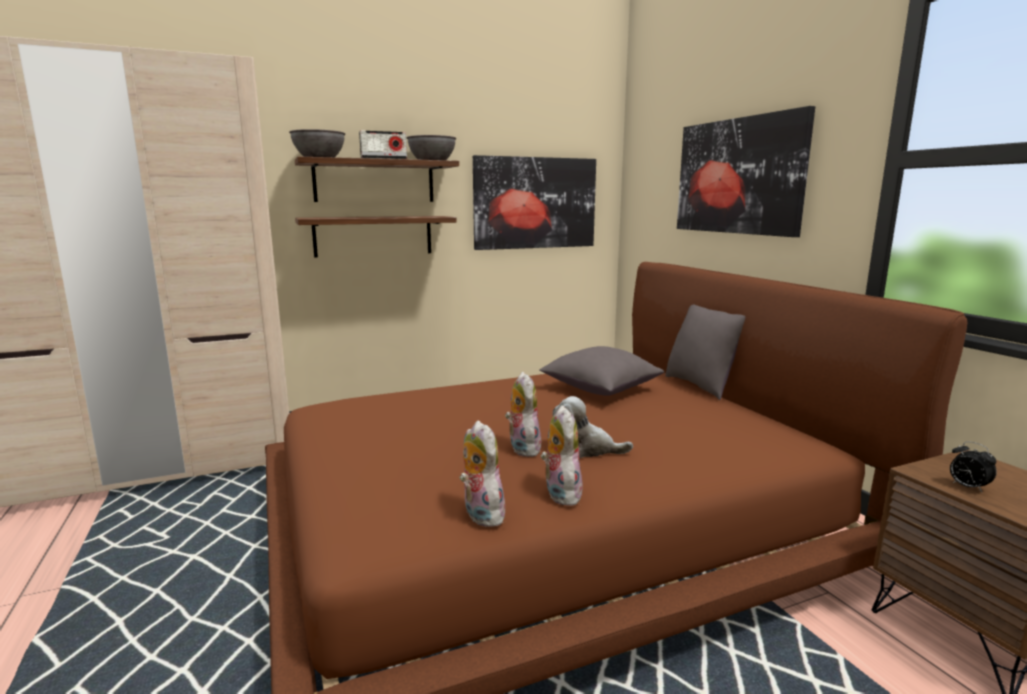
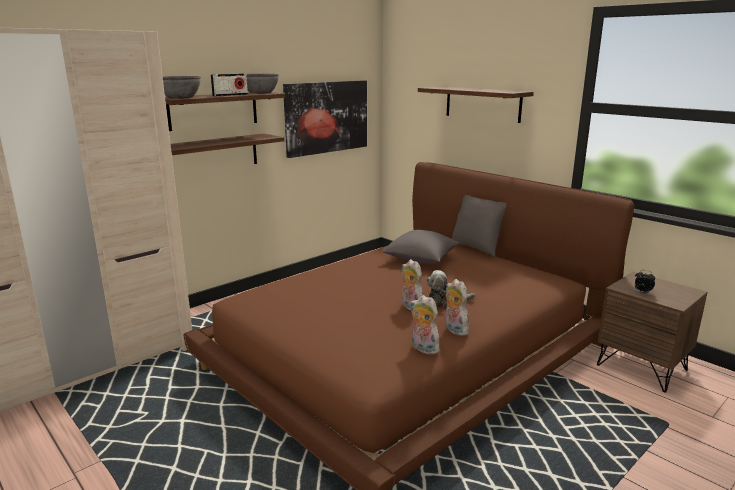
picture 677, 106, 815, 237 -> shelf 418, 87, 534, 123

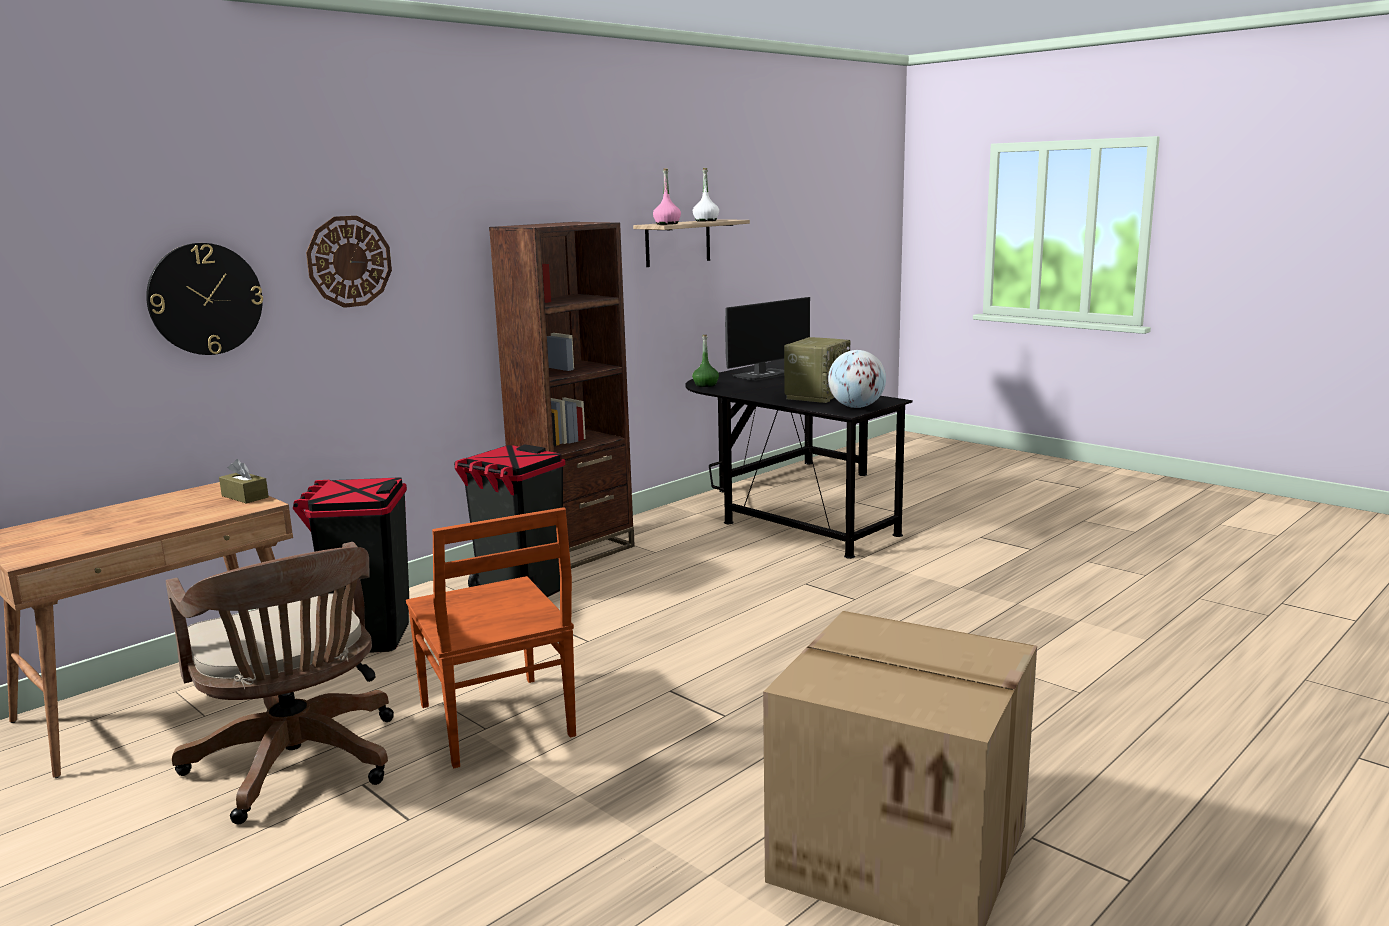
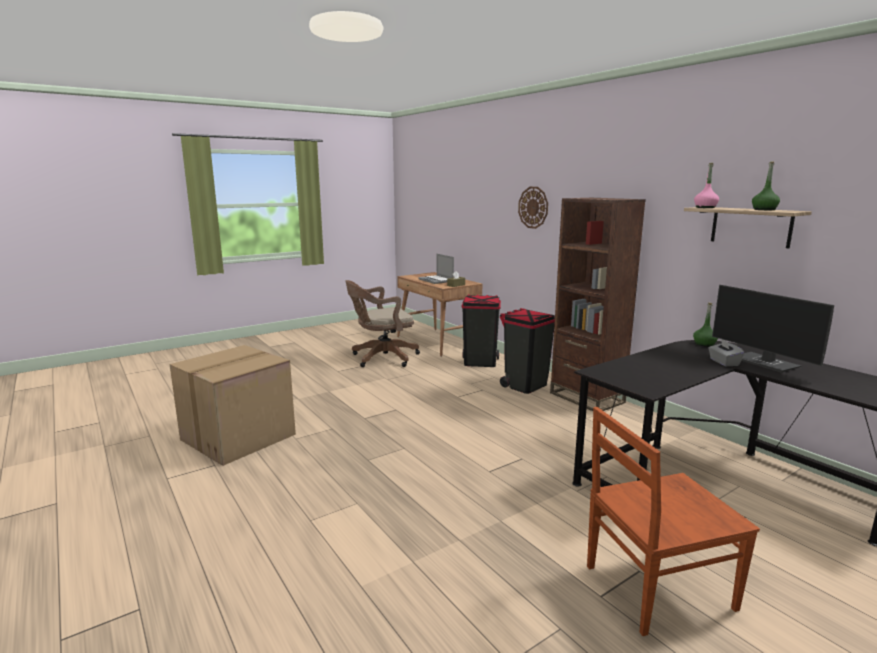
wall clock 146, 243, 263, 355 -> none
brown chair 406, 507, 576, 768 -> brown chair 587, 407, 760, 636, shifted
white bottle 693, 168, 719, 221 -> green bottle 752, 161, 780, 210
radio 784, 337, 850, 403 -> none
globe 828, 350, 886, 408 -> none
none -> laptop 418, 254, 454, 284
none -> grey tissue box 708, 339, 744, 366

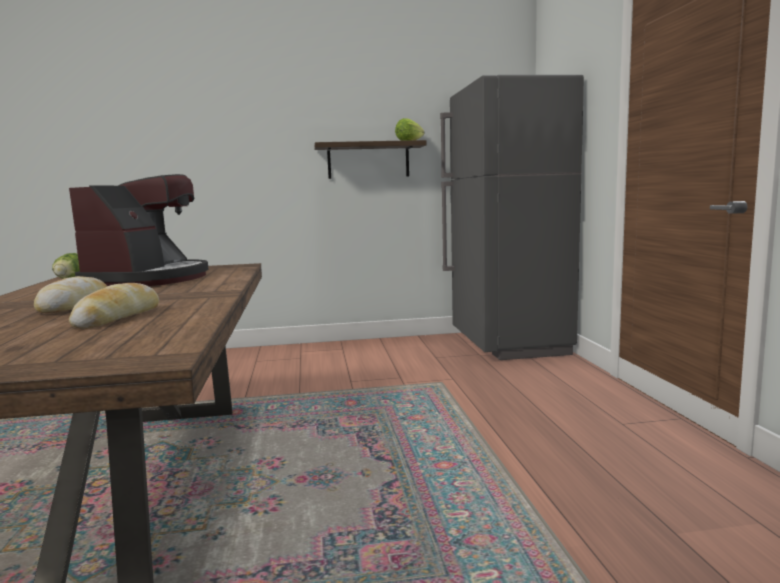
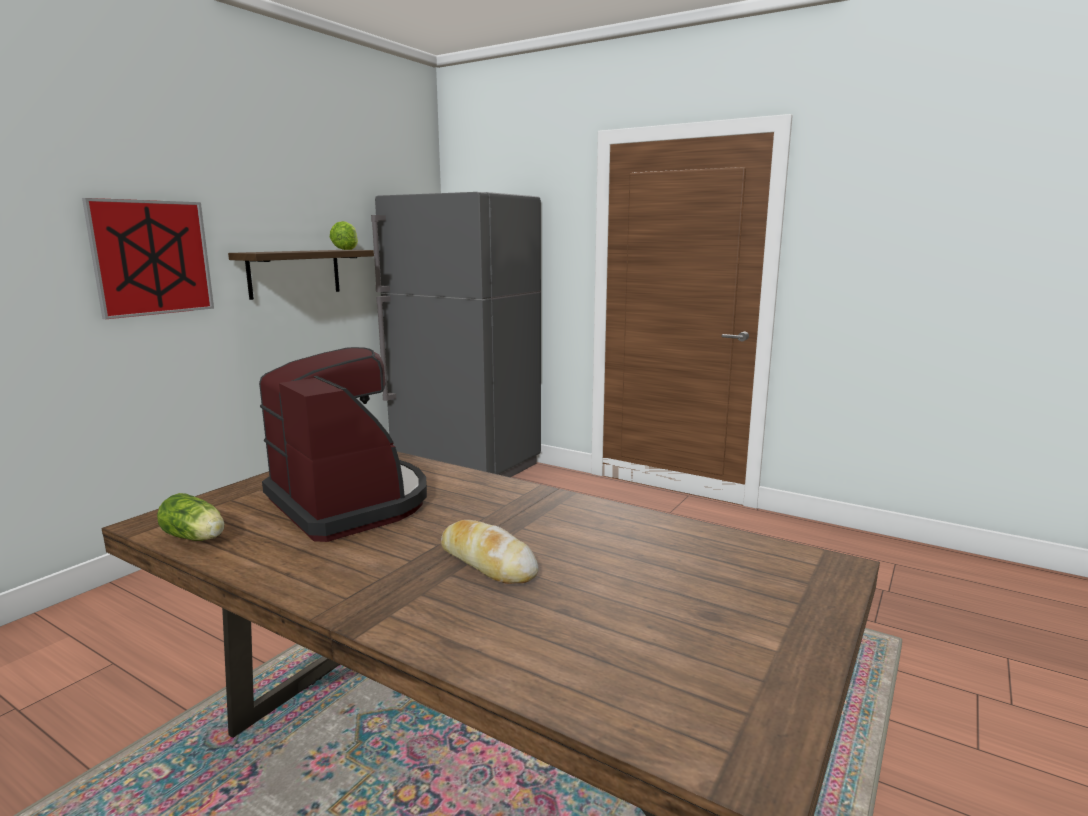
bread 69, 283, 159, 329 -> none
none -> picture 82, 198, 214, 319

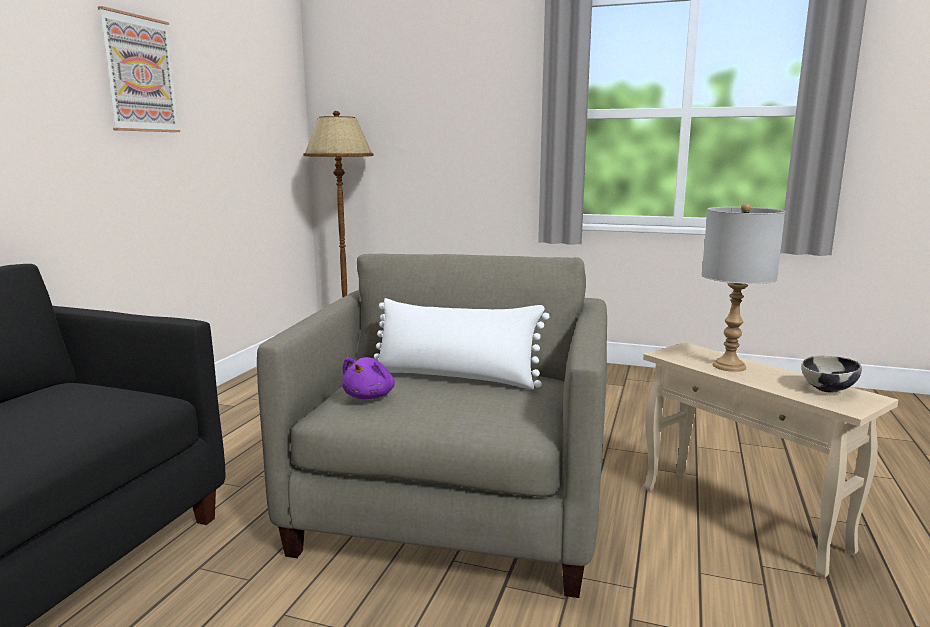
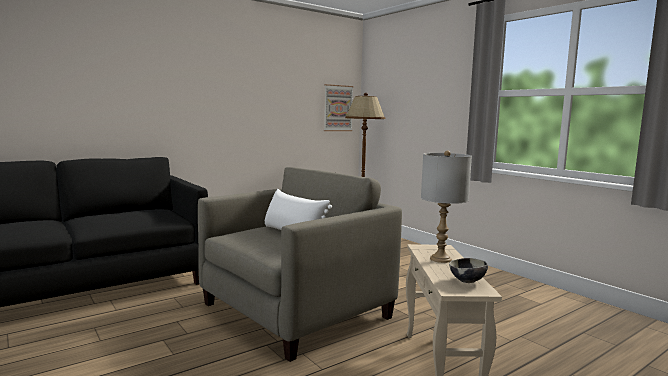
picture 98, 6, 180, 132 -> picture 324, 84, 354, 131, shifted
purple plush toy 342, 357, 395, 399 -> none

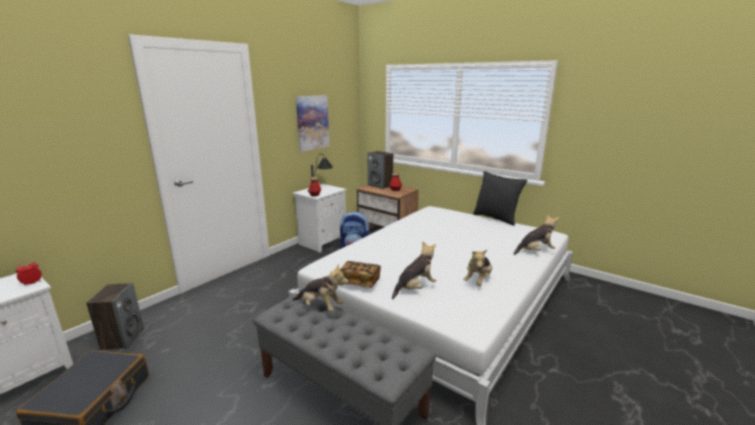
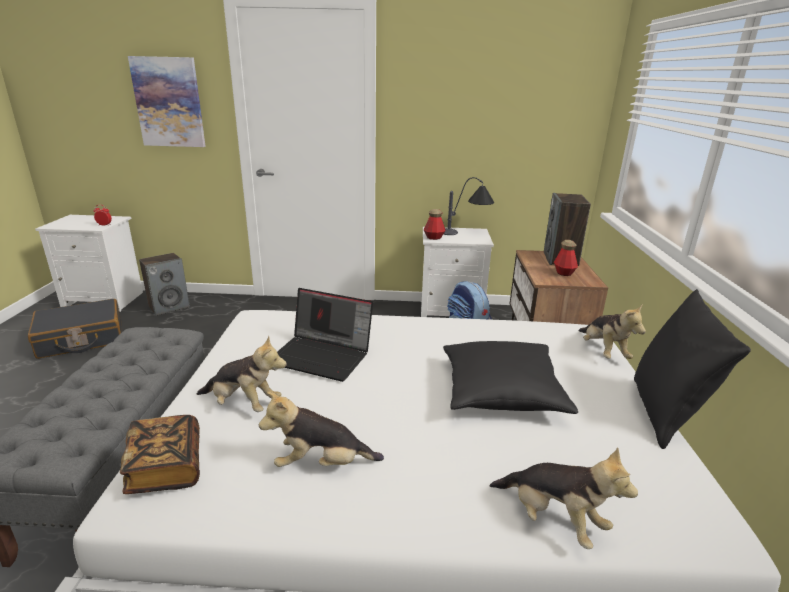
plush toy 292, 264, 349, 311 -> plush toy 578, 305, 646, 359, shifted
picture 296, 95, 329, 152 -> picture 128, 56, 206, 147, shifted
book 340, 261, 381, 288 -> book 120, 415, 200, 494, shifted
none -> laptop 277, 288, 373, 382
none -> black pillow 443, 341, 578, 414

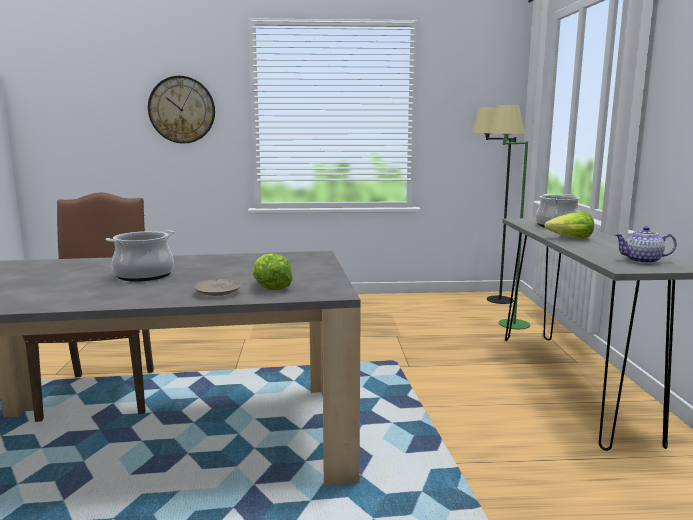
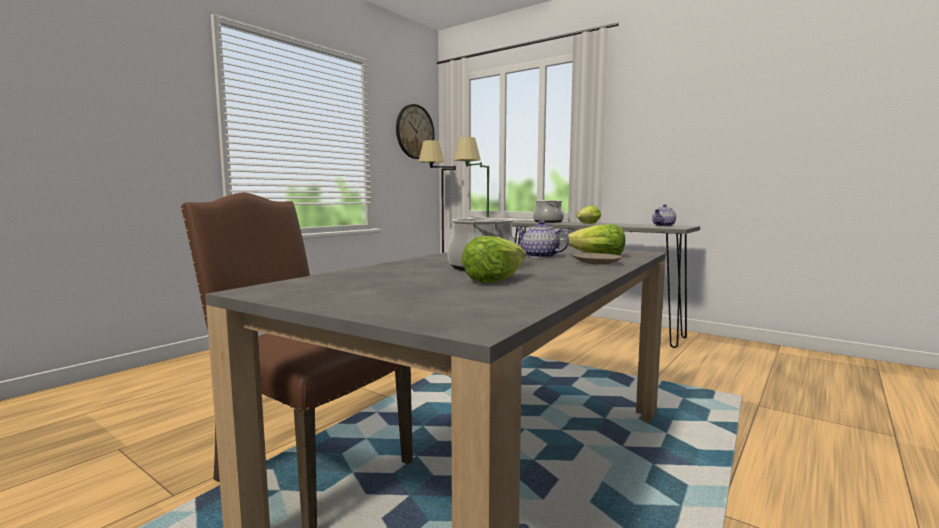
wall clock 148, 76, 215, 144 -> wall clock 396, 104, 435, 159, shifted
none -> lettuce 461, 236, 526, 283
none -> teapot 516, 221, 569, 258

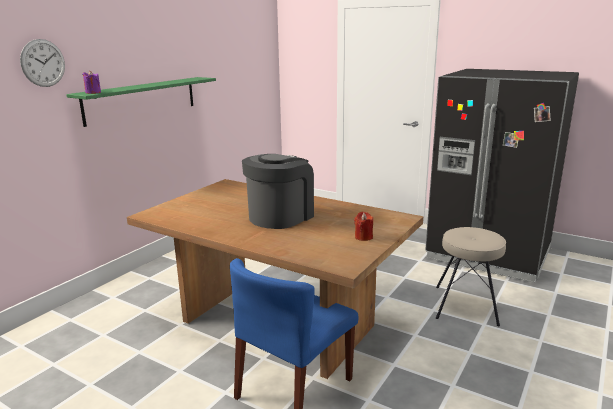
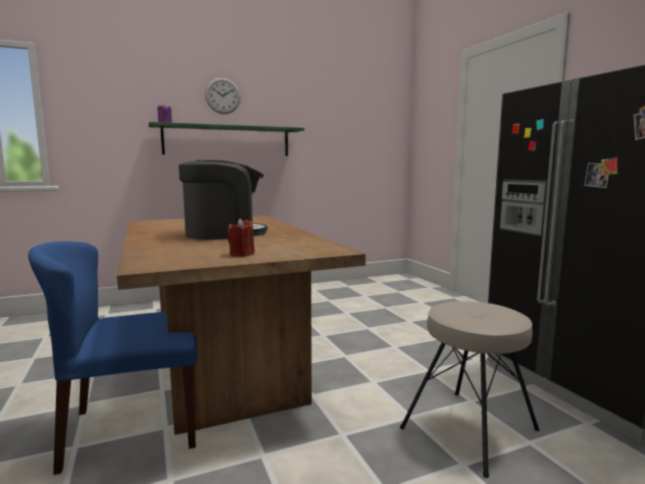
wall clock 20, 39, 65, 87 -> wall clock 205, 78, 241, 114, shifted

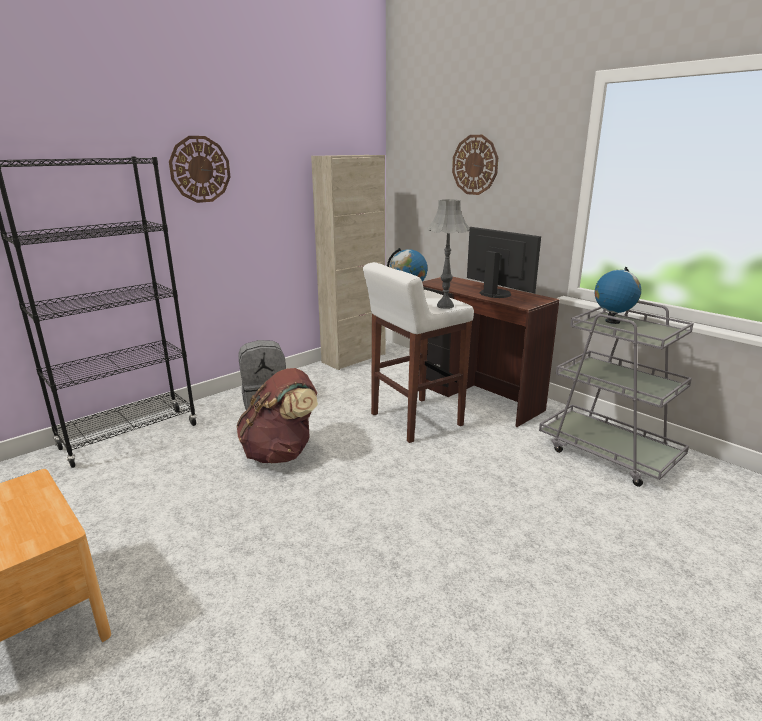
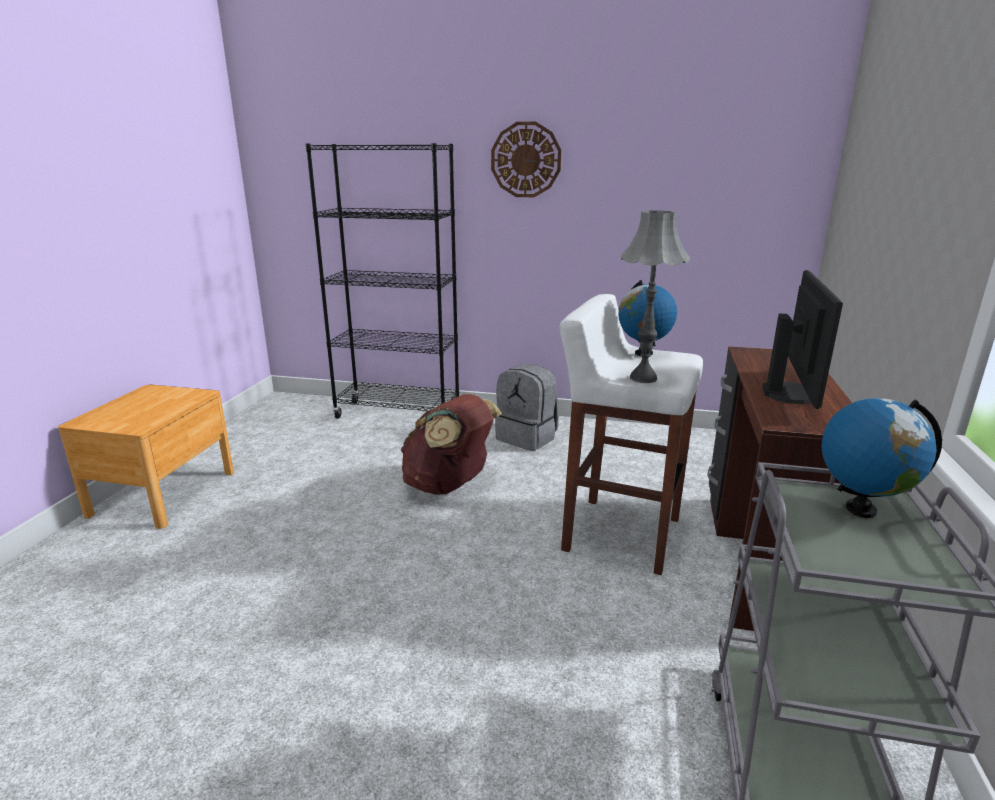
beige cabinet 311, 155, 385, 370 -> none
wall clock 452, 135, 498, 195 -> none

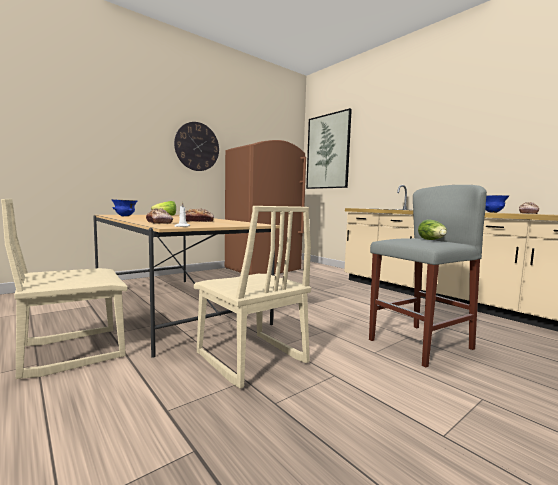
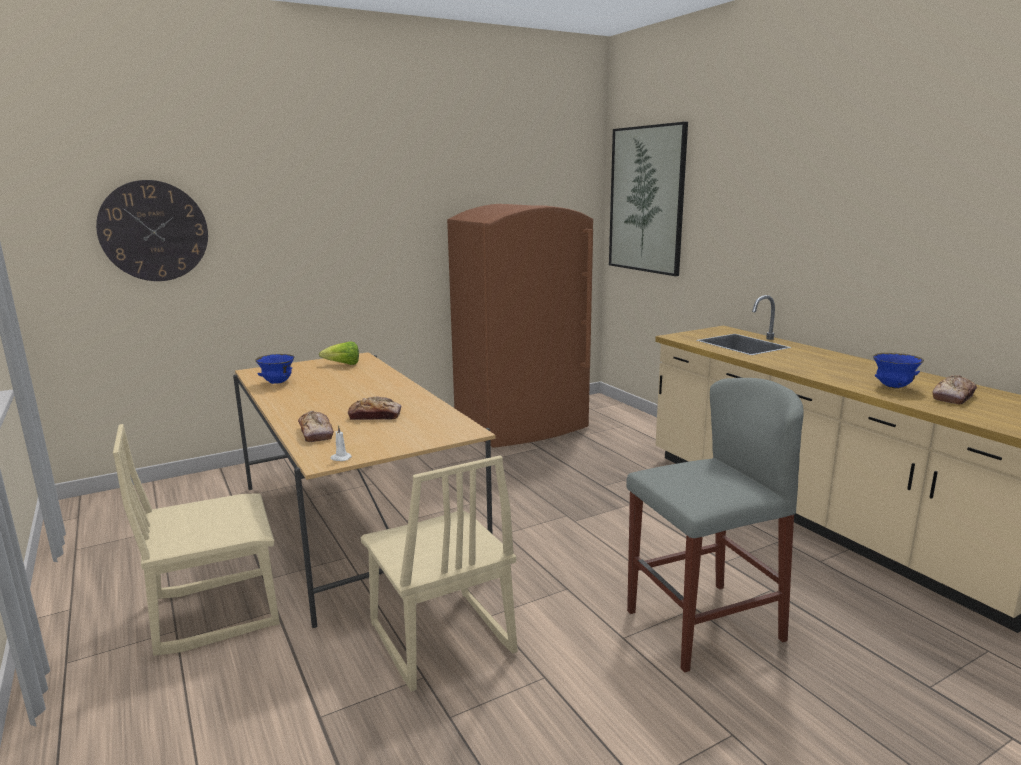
wall clock 174, 122, 219, 171 -> wall clock 96, 180, 208, 281, shifted
lettuce 418, 219, 447, 240 -> none

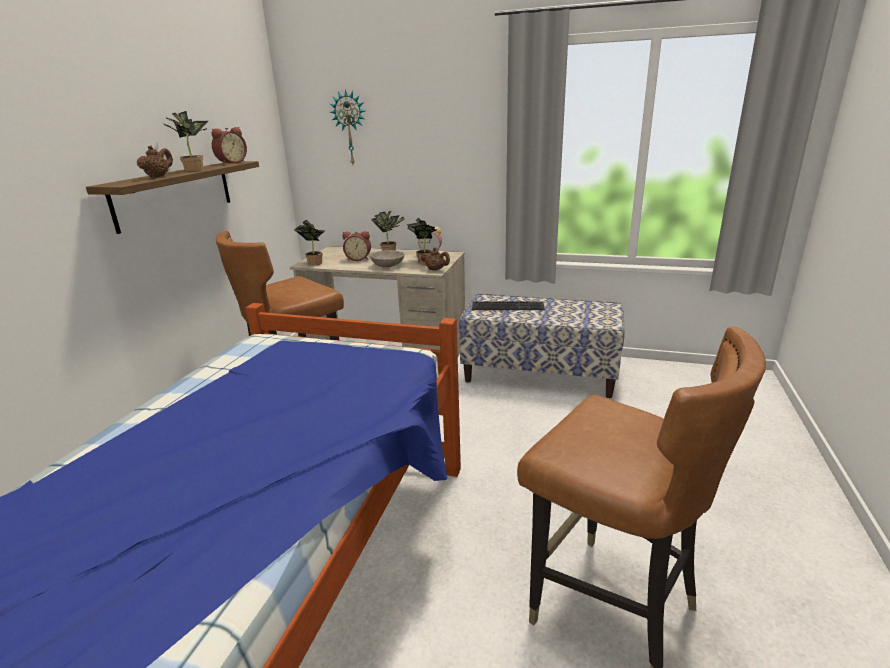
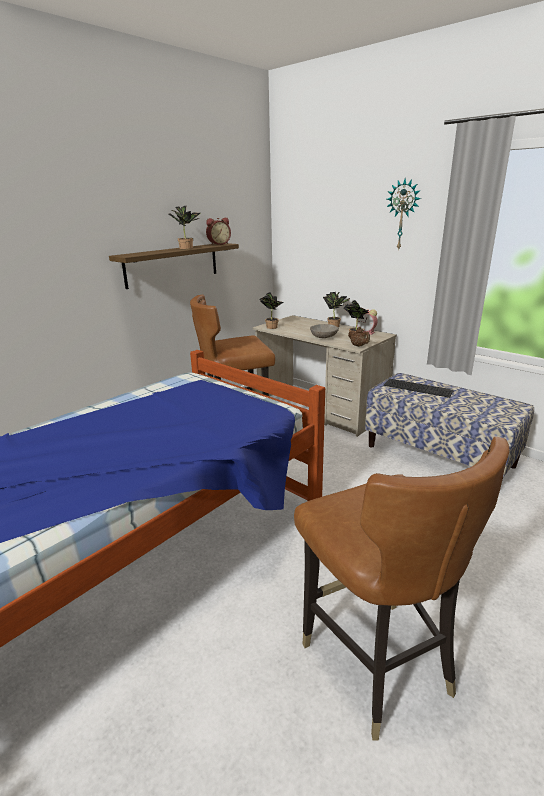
brown teapot 137, 146, 173, 178 -> none
wall clock 330, 89, 365, 164 -> wall clock 387, 178, 421, 251, shifted
alarm clock 342, 231, 371, 261 -> none

